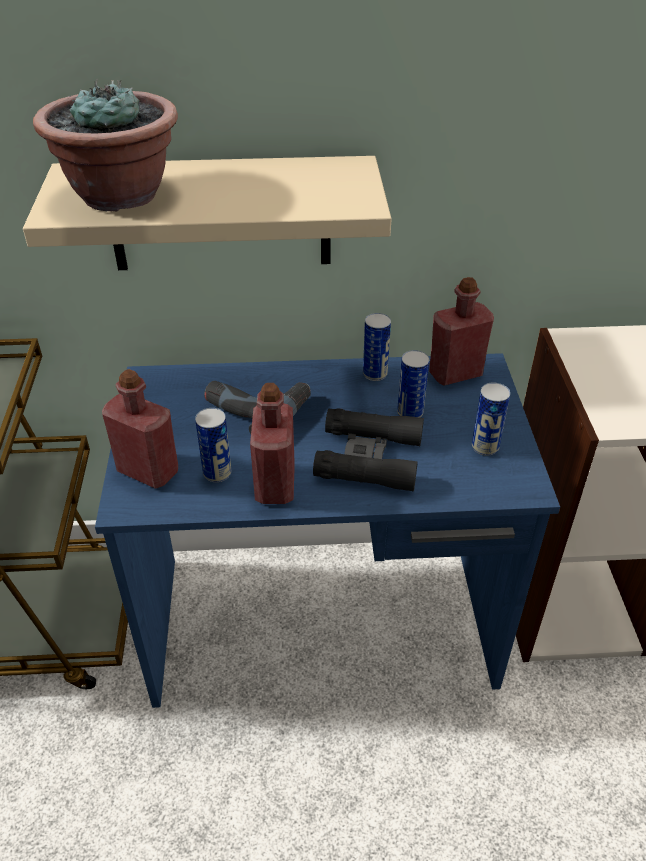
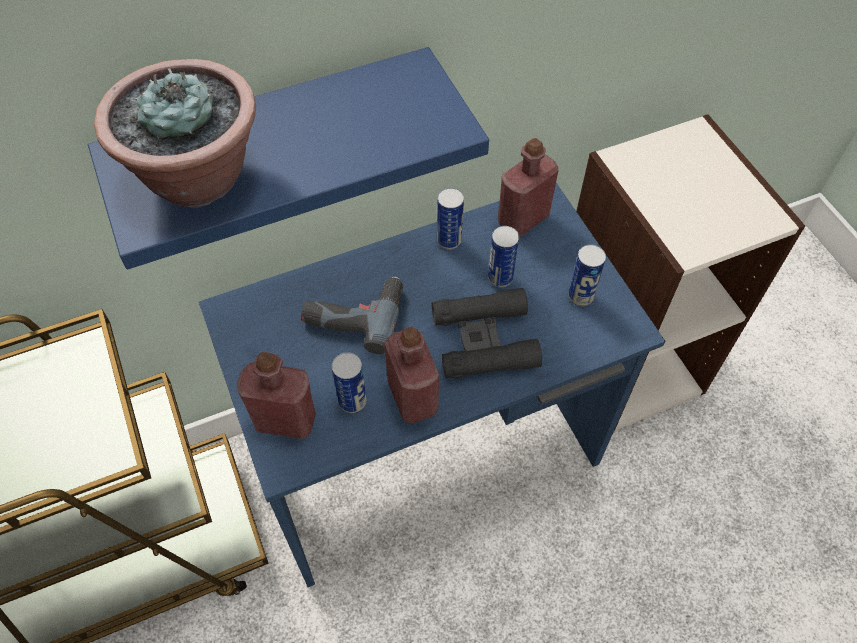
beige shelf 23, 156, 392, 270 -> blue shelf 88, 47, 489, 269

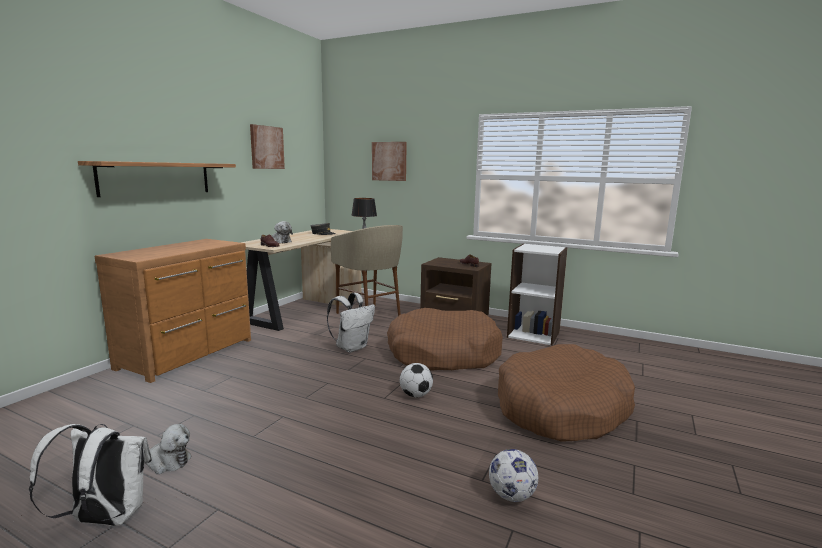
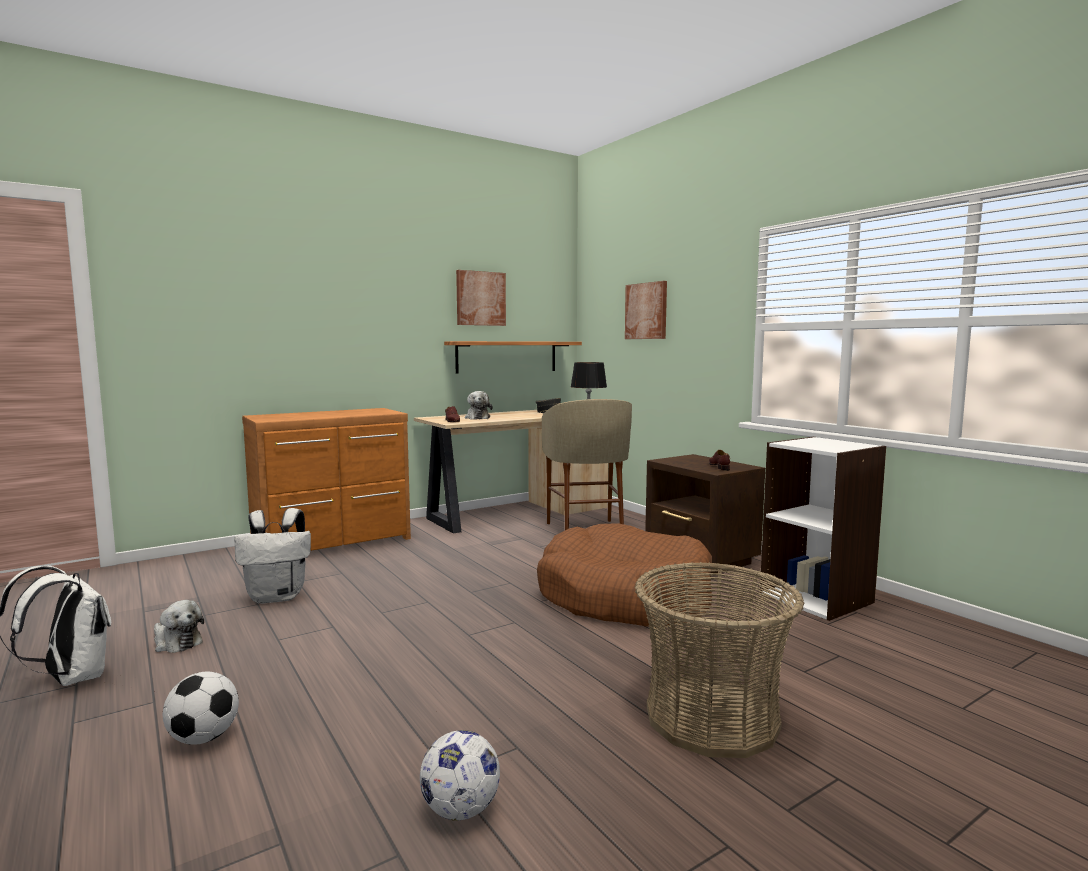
shelf 78, 161, 236, 197 -> shelf 444, 341, 582, 374, shifted
white backpack 327, 292, 375, 352 -> white backpack 234, 508, 311, 604, shifted
football 400, 363, 433, 397 -> football 163, 672, 239, 745, shifted
brown dog bed 498, 344, 635, 442 -> basket 635, 562, 804, 758

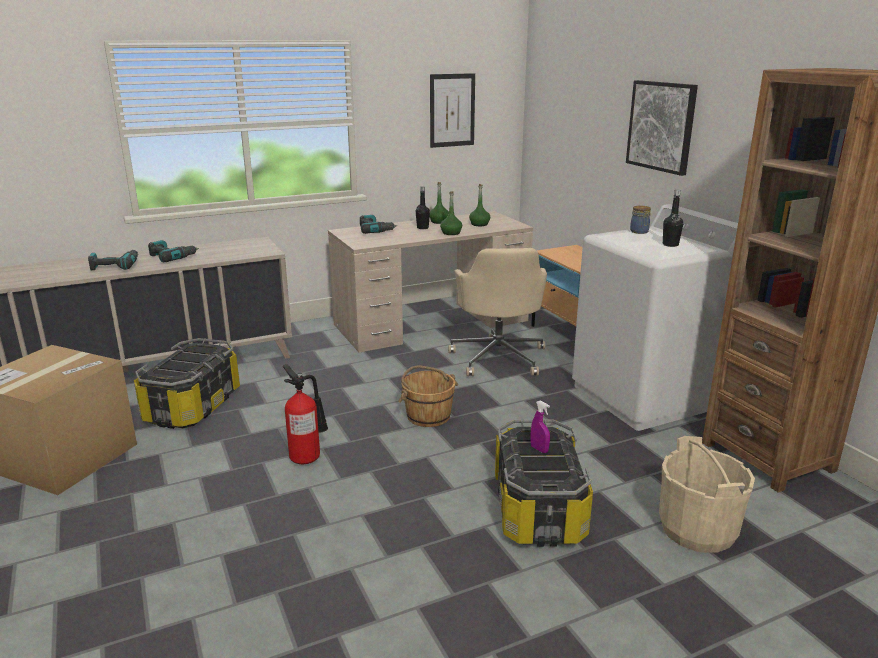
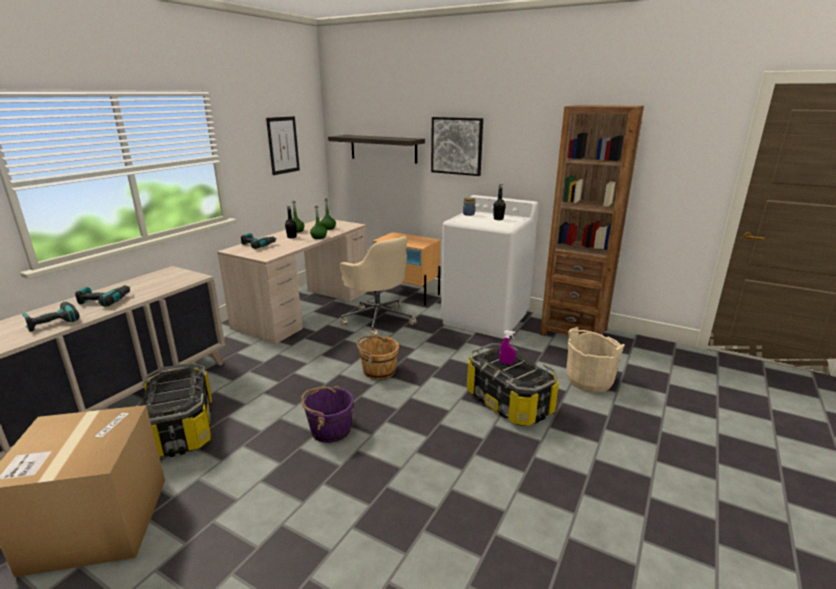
fire extinguisher 283, 364, 328, 464 -> purple bucket 301, 386, 354, 443
none -> shelf 328, 135, 425, 164

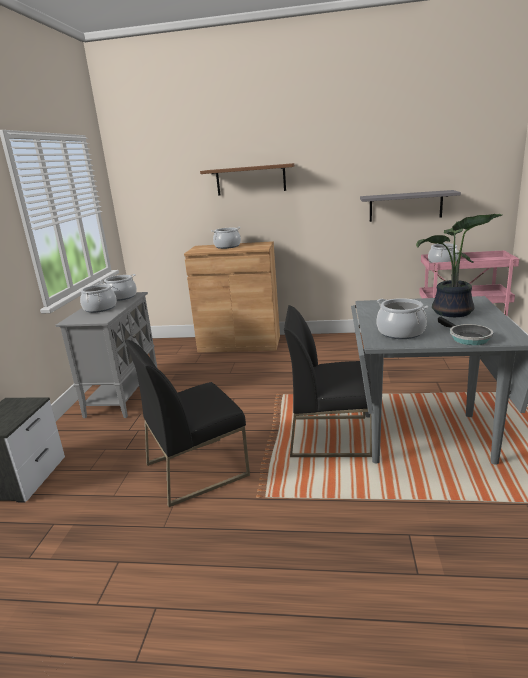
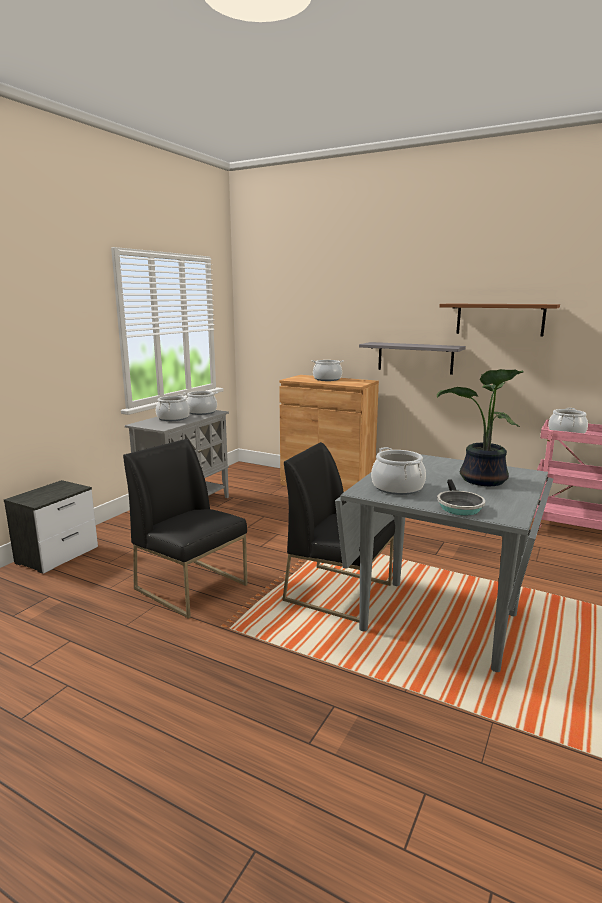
black chair 125, 340, 250, 507 -> black chair 123, 439, 248, 619, 45 degrees clockwise
brown shelf 200, 163, 294, 196 -> brown shelf 439, 304, 560, 337, shifted
grey shelf 360, 190, 461, 222 -> grey shelf 359, 342, 466, 375, shifted

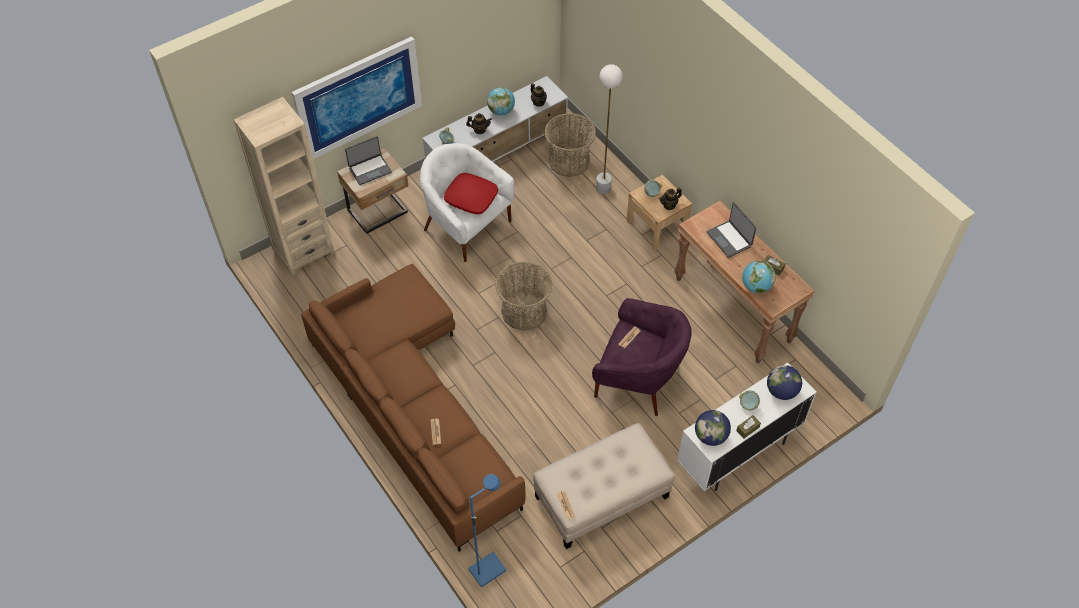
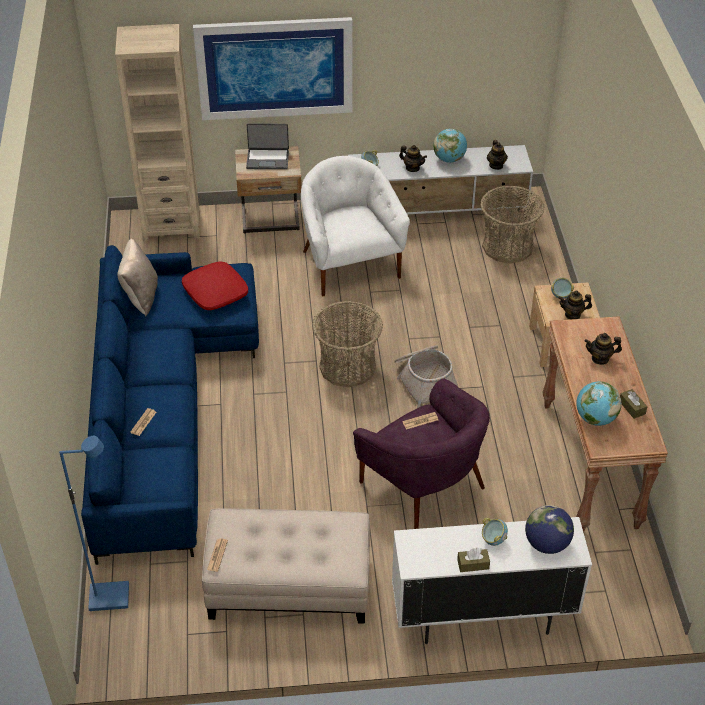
brown sofa 301, 264, 525, 552 -> blue sofa 81, 245, 259, 565
red pillow 444, 173, 498, 214 -> red pillow 182, 261, 248, 310, shifted
white floor lamp 596, 64, 623, 194 -> none
globe 695, 410, 731, 446 -> none
laptop 707, 202, 757, 258 -> teapot 585, 333, 622, 365
none -> beige pillow 117, 239, 158, 316
none -> basket 394, 345, 458, 408

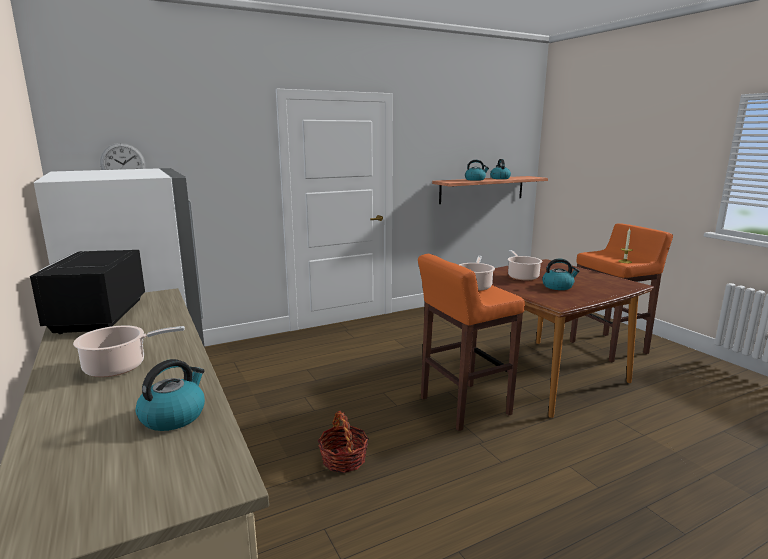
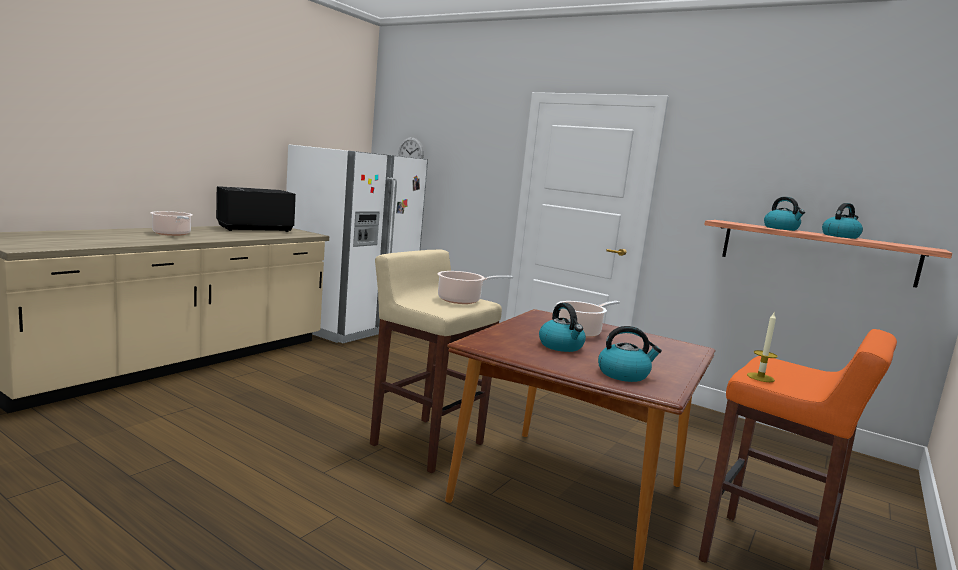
kettle 135, 359, 205, 431 -> kettle 598, 326, 662, 382, shifted
basket 318, 411, 369, 473 -> none
orange stool 418, 254, 525, 431 -> beige stool 370, 250, 502, 473

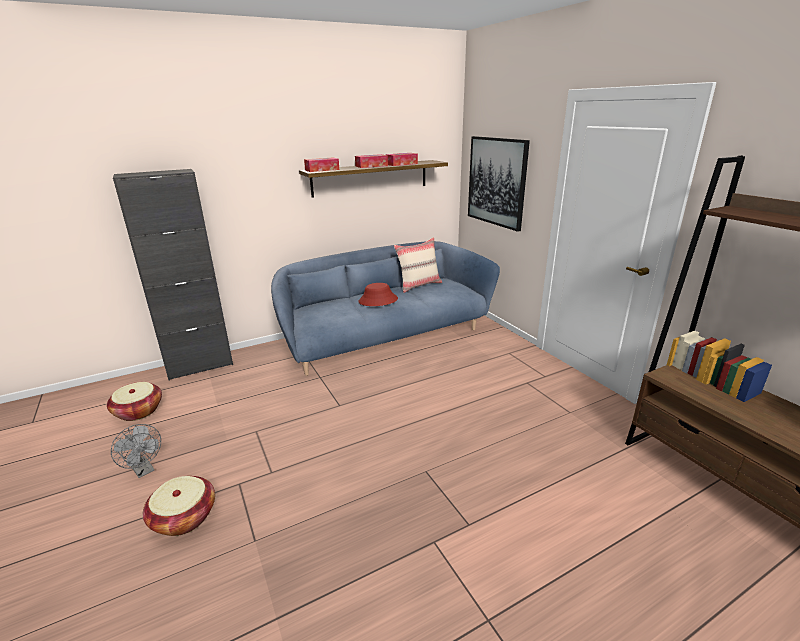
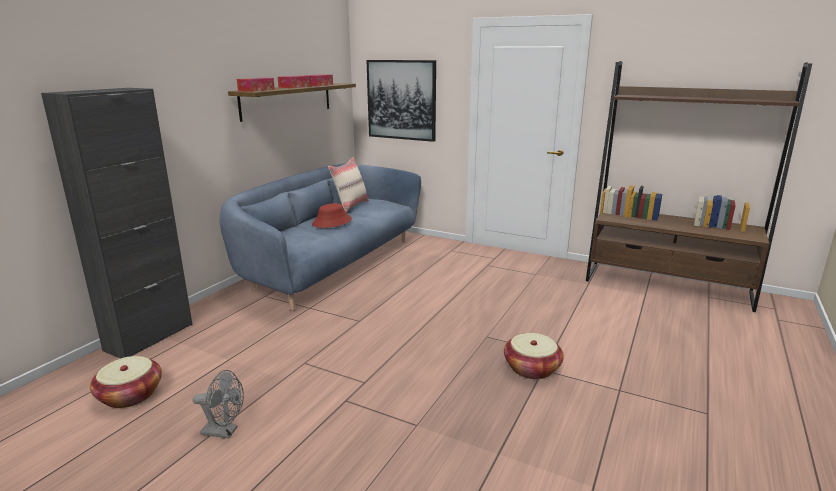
basket 143, 476, 215, 536 -> basket 504, 333, 564, 379, shifted

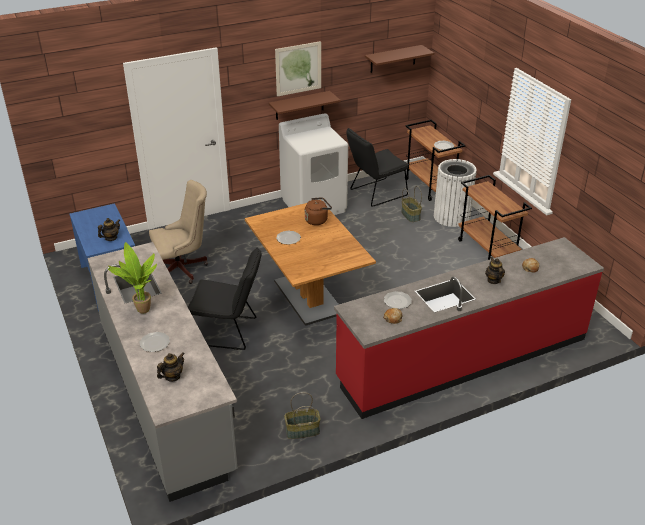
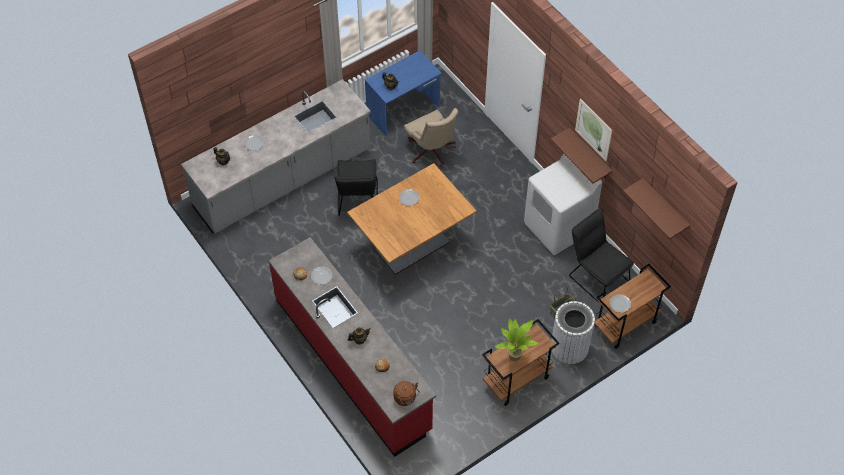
potted plant 108, 242, 157, 314 -> potted plant 495, 318, 539, 362, shifted
basket 284, 392, 320, 439 -> none
brown kettle 305, 198, 332, 225 -> brown kettle 393, 381, 420, 406, shifted

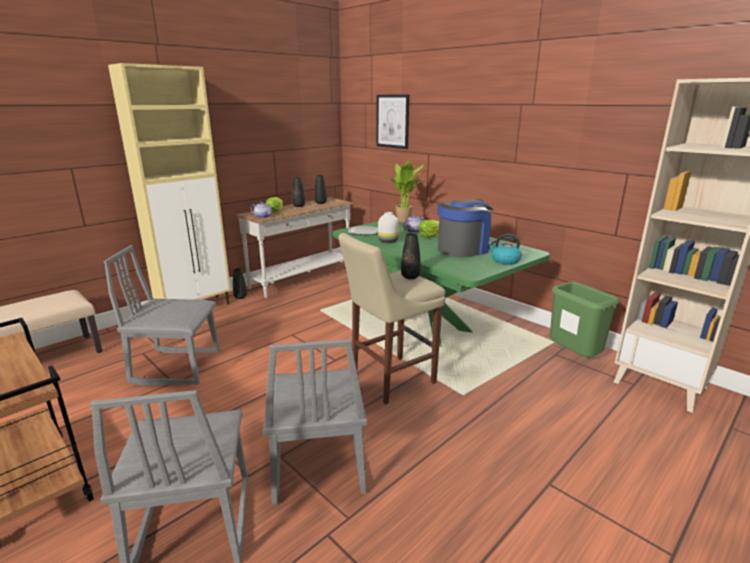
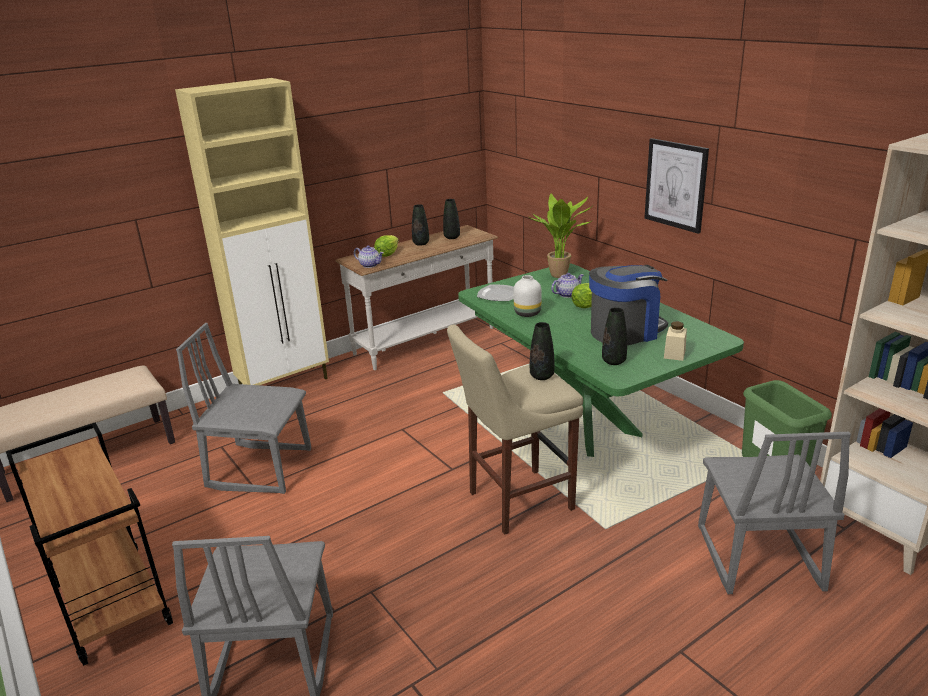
black vase 233, 268, 247, 299 -> black vase 602, 307, 627, 365, shifted
grey chair 263, 339, 367, 505 -> grey chair 698, 432, 851, 594, shifted
picture 376, 94, 409, 149 -> picture 644, 138, 709, 234, shifted
kettle 488, 234, 522, 265 -> beige jar 664, 321, 687, 361

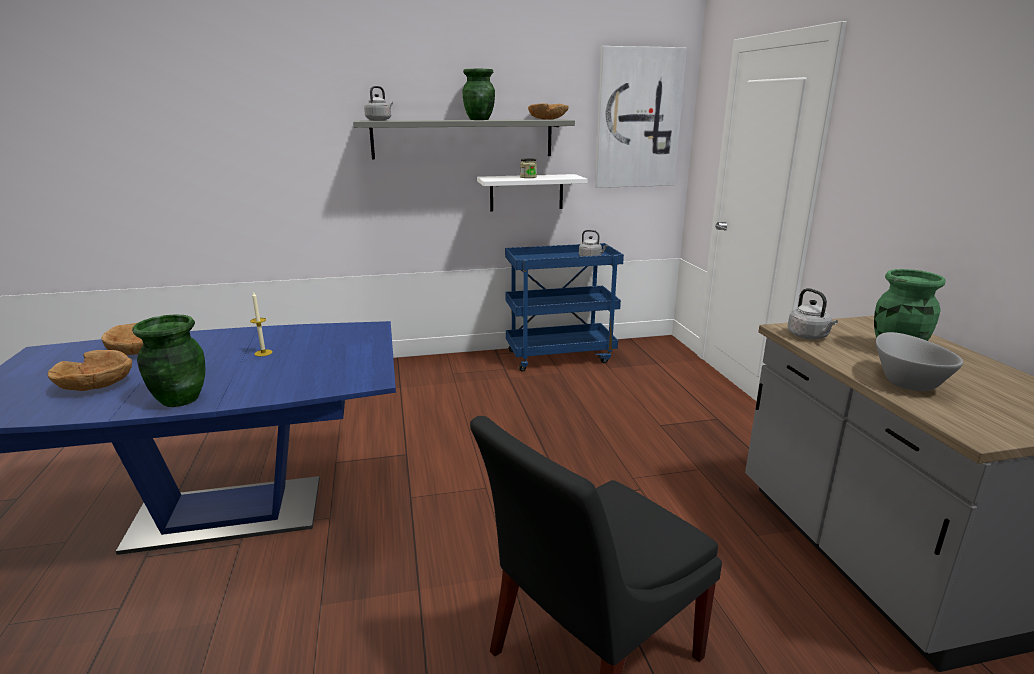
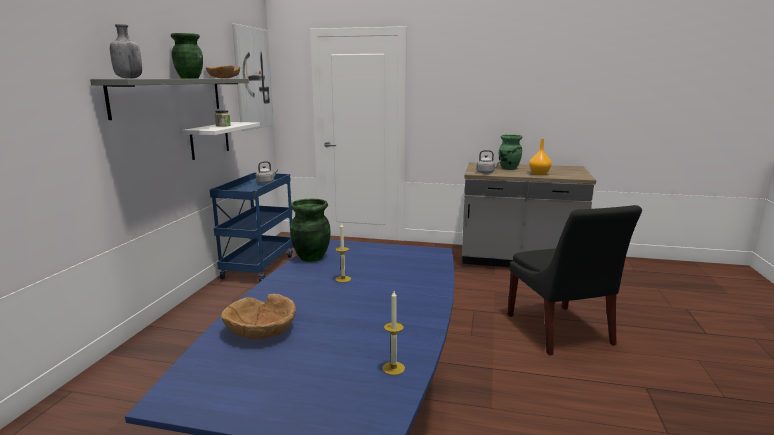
brown bowl 48, 350, 132, 391 -> none
green vase 132, 314, 205, 407 -> green vase 290, 199, 331, 262, shifted
grey kettle 364, 86, 393, 121 -> grey bottle 110, 24, 142, 79
grey bowl 876, 332, 963, 391 -> orange vase 529, 139, 552, 175
none -> candle 382, 291, 405, 375

